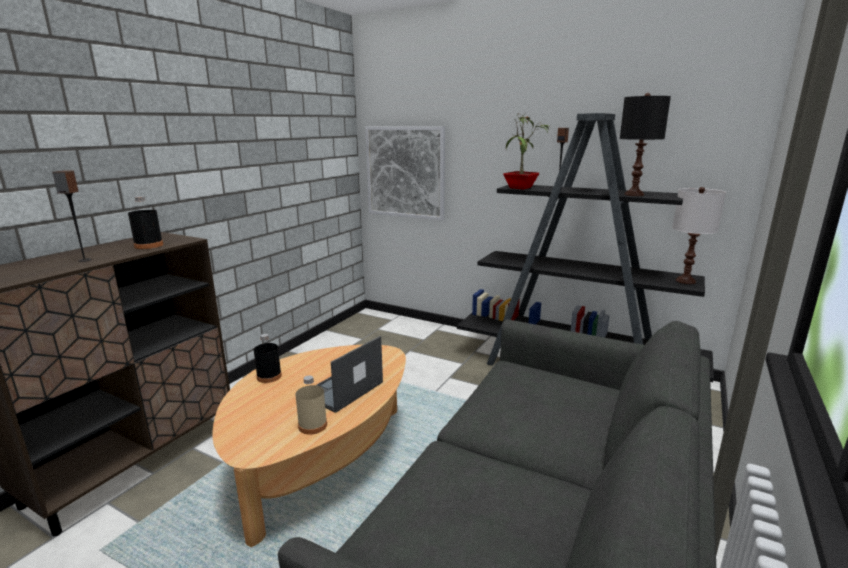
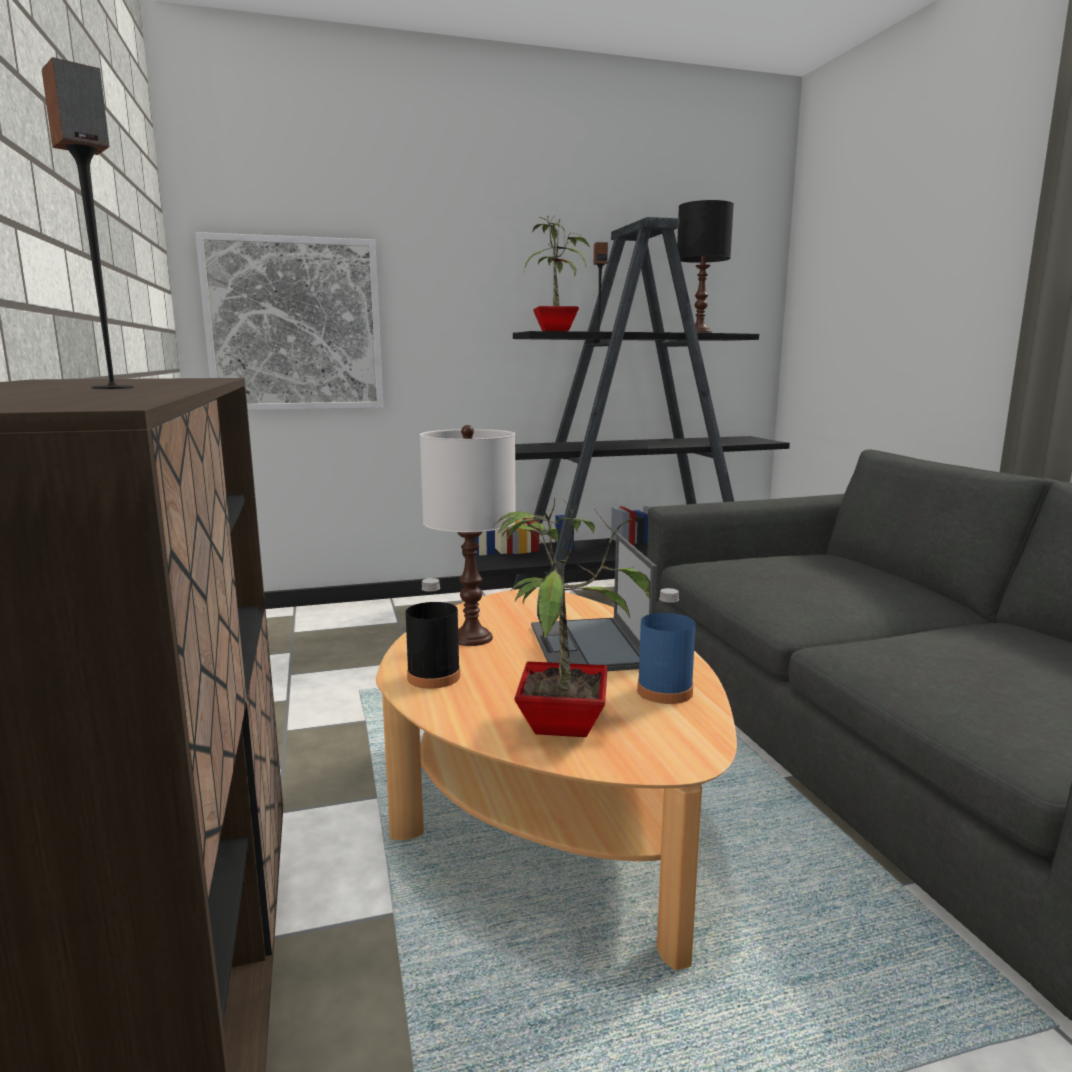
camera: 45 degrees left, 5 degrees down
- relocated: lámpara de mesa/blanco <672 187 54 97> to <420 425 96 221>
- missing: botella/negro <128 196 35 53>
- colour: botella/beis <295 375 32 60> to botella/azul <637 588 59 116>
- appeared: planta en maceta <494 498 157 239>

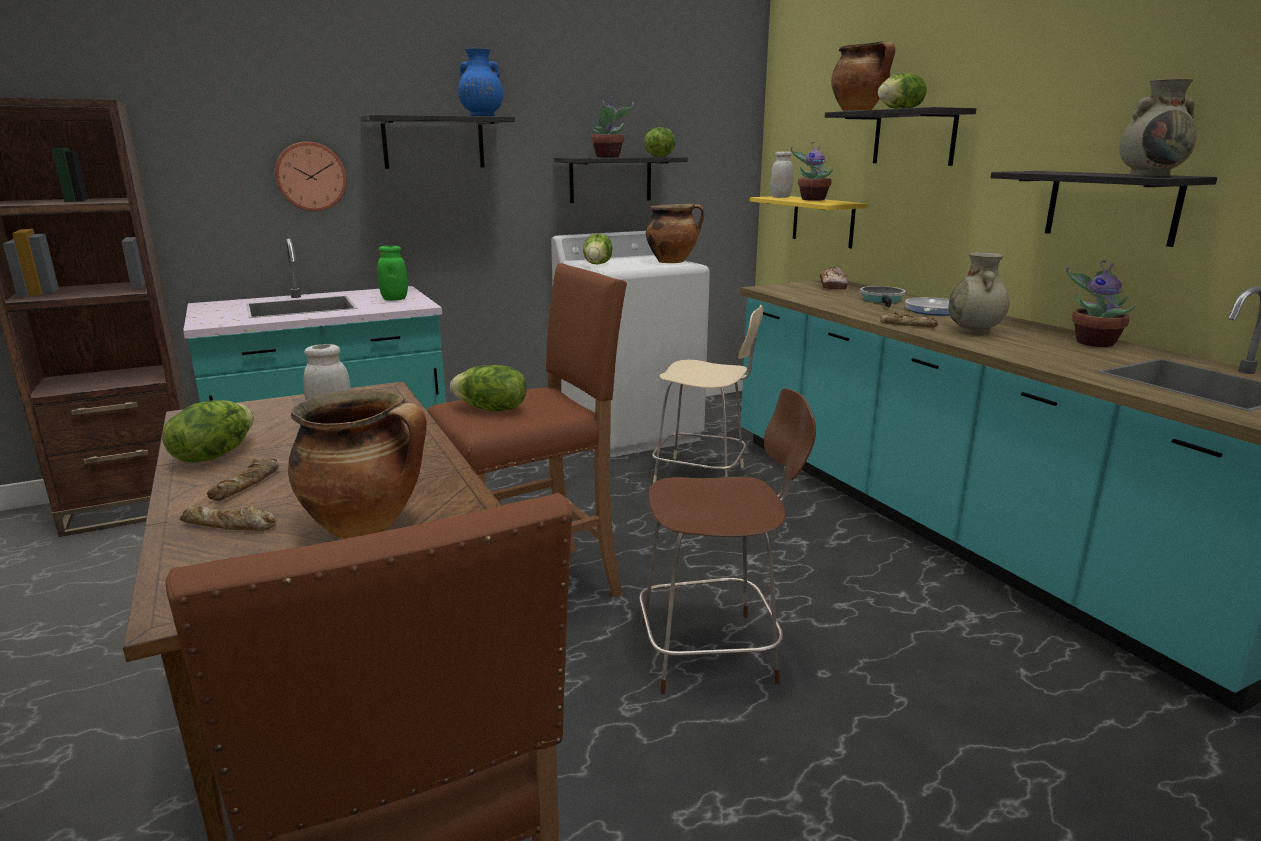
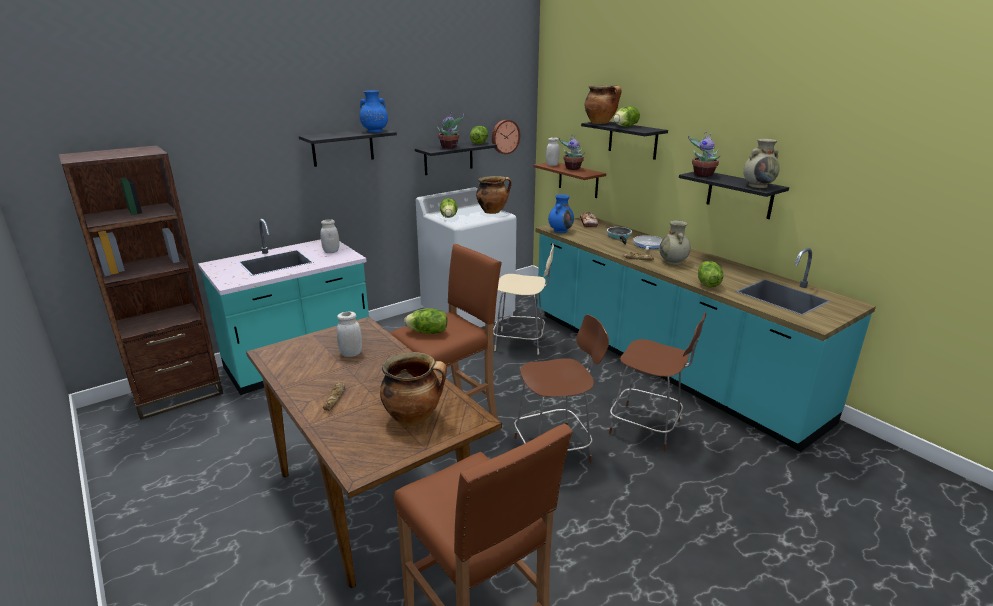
camera: 10 degrees left, 5 degrees up
- relocated: reloj de pared <275 142 72 69> to <492 120 28 34>
- colour: estante/amarillo <750 196 118 52> to estante/marrón <533 162 73 36>
- colour: tarro/verde <377 246 31 55> to tarro/blanco <320 219 20 34>
- relocated: planta en maceta <1066 260 69 87> to <688 132 33 45>
- relocated: lechuga <162 400 92 63> to <698 261 25 26>
- missing: pan <180 505 96 26>
- appeared: florero/azul <548 194 26 39>
- appeared: silla/marrón <609 312 97 139>

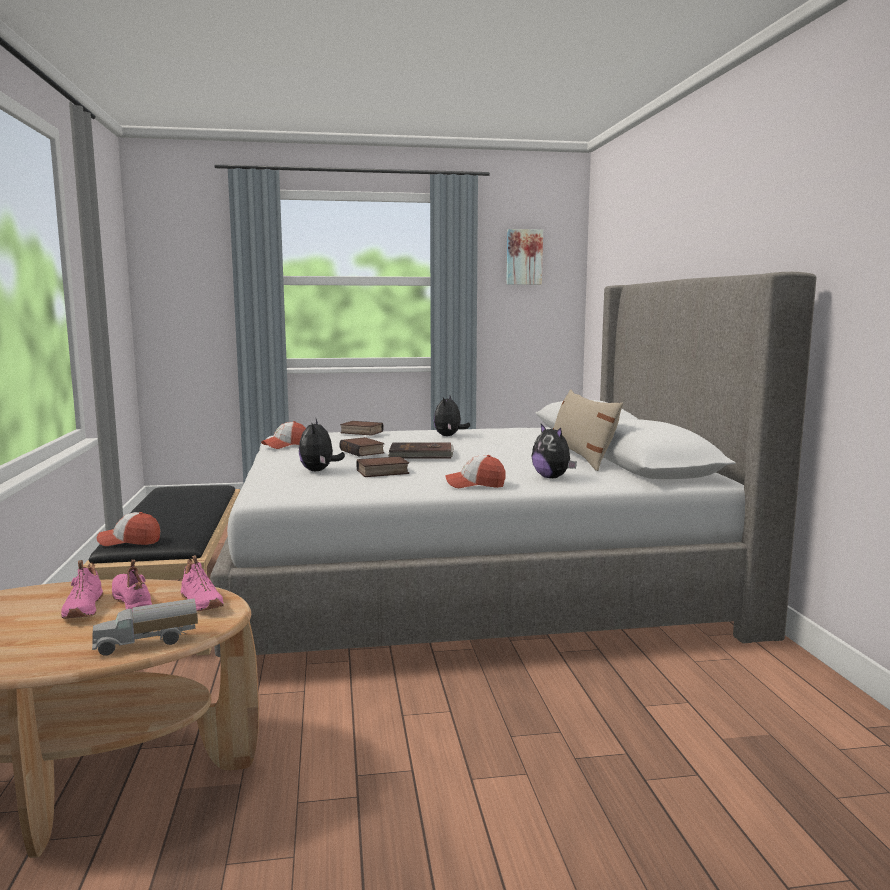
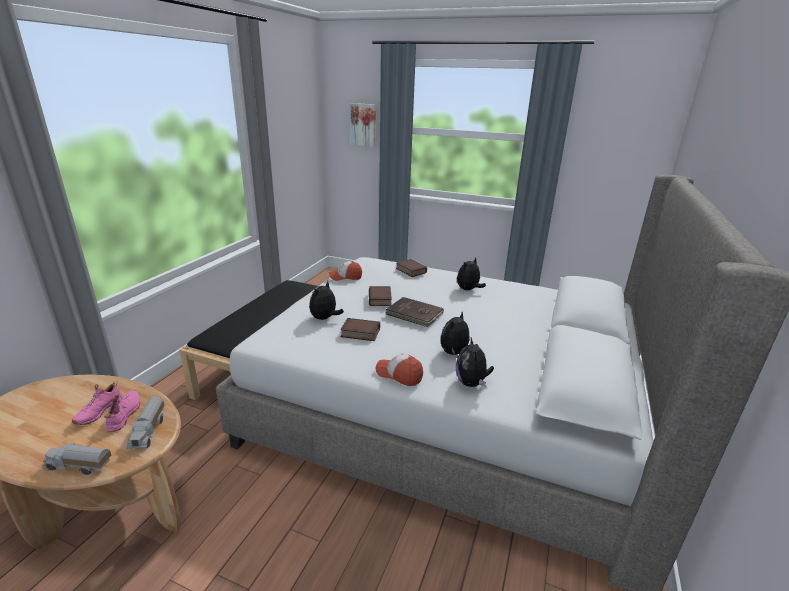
camera: 30 degrees right, 15 degrees up
- relocated: cuadro <506 229 37 56> to <350 103 26 44>
- missing: cojín/beis <553 389 70 82>
- missing: gorra <97 512 63 34>
- exchanged: zapato/rosa <181 555 43 57> to camión de juguete <126 396 38 53>
- appeared: peluche <441 312 37 43>

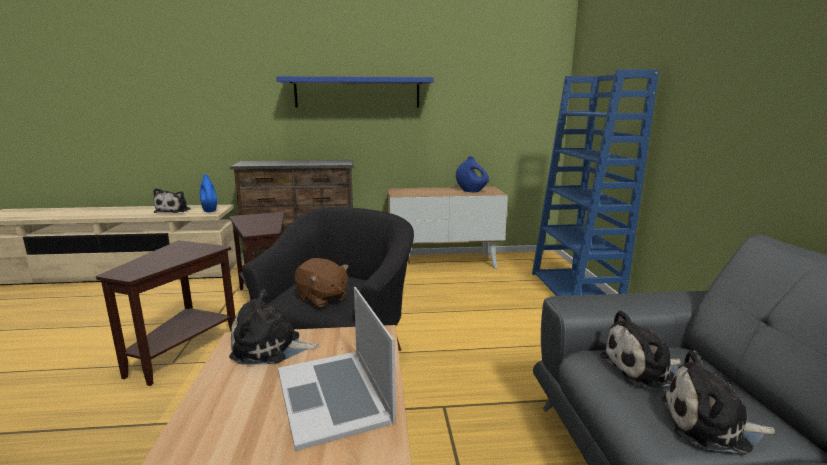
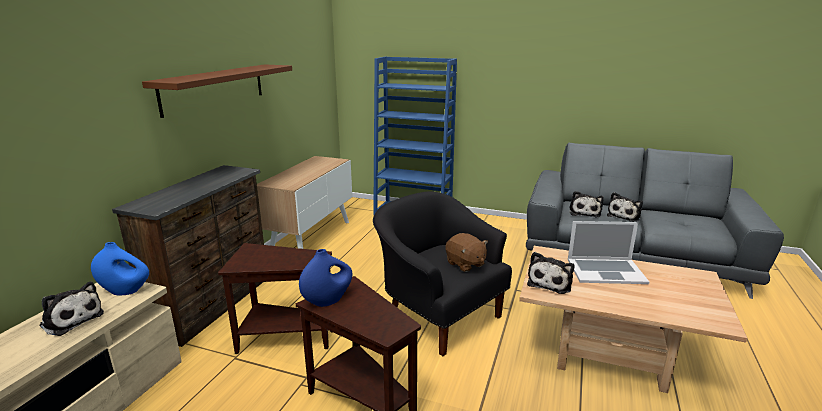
camera: 65 degrees left, 5 degrees up
- colour: estante/azul <276 76 158 32> to estante/marrón <142 64 150 54>
- relocated: florero/azul <456 156 33 36> to <299 249 53 58>
- spun: peluche/marrón <294 258 55 49> = <445 233 43 39> 75 degrees clockwise

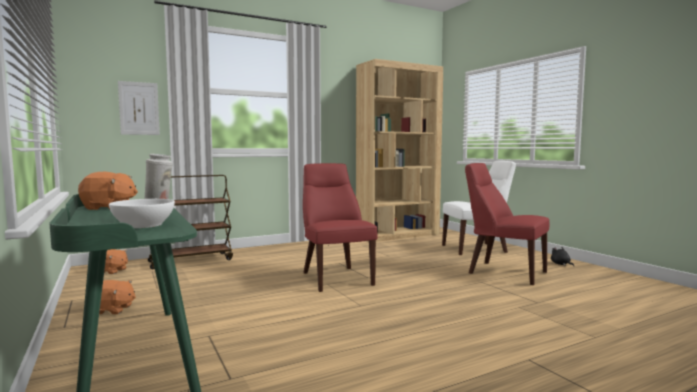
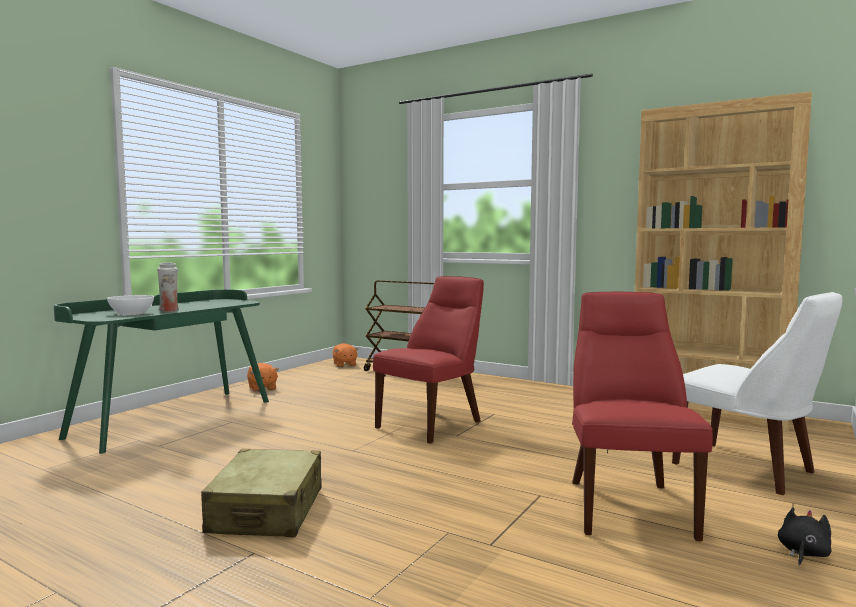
camera: 60 degrees right, 0 degrees up
- missing: cuadro <118 81 42 54>
- missing: peluche/naranja <78 172 60 38>
- appeared: maleta/beis <201 449 121 88>

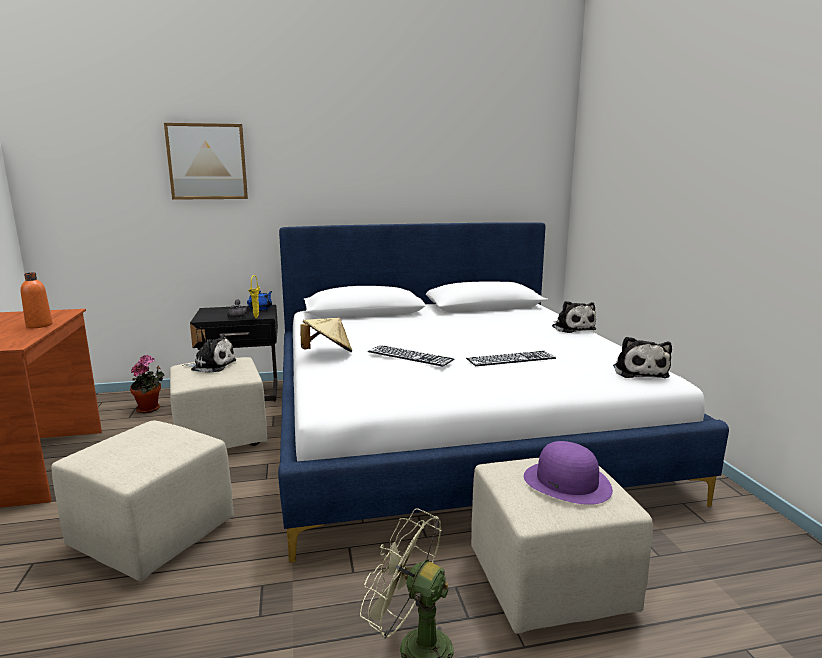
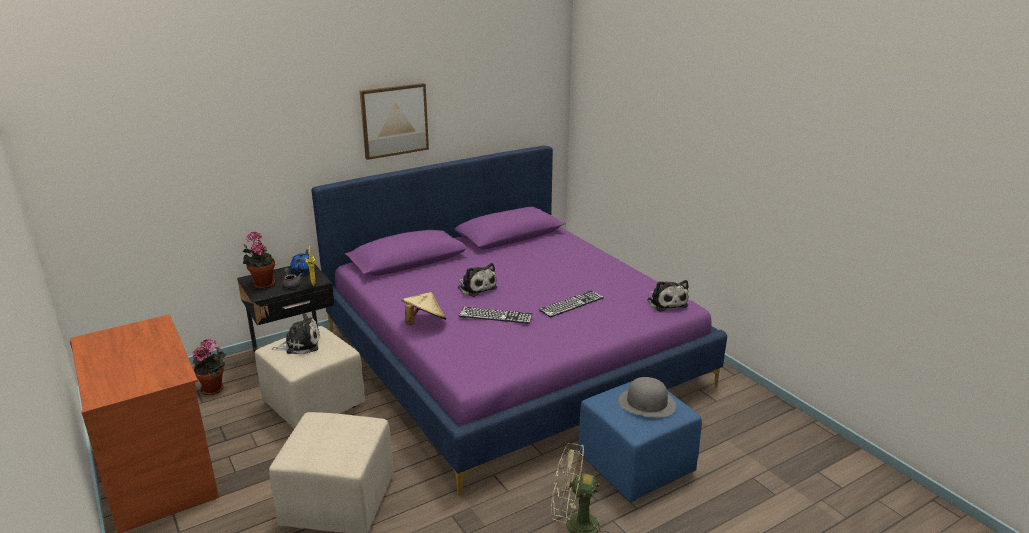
camera: 20 degrees left, 10 degrees up
- relocated: cuadro <164 123 84 77> to <360 83 69 77>
- colour: cama/blanco <278 222 451 341> to cama/morado <311 146 416 350>
- missing: botella/naranja <21 272 32 56>
- relocated: peluche <552 301 44 32> to <458 263 39 34>
- colour: sombrero/morado <524 441 89 64> to sombrero/gris <618 377 58 41>
- colour: puf/beis <471 458 182 176> to puf/azul <578 381 124 121>
- appeared: planta en maceta <243 232 32 57>

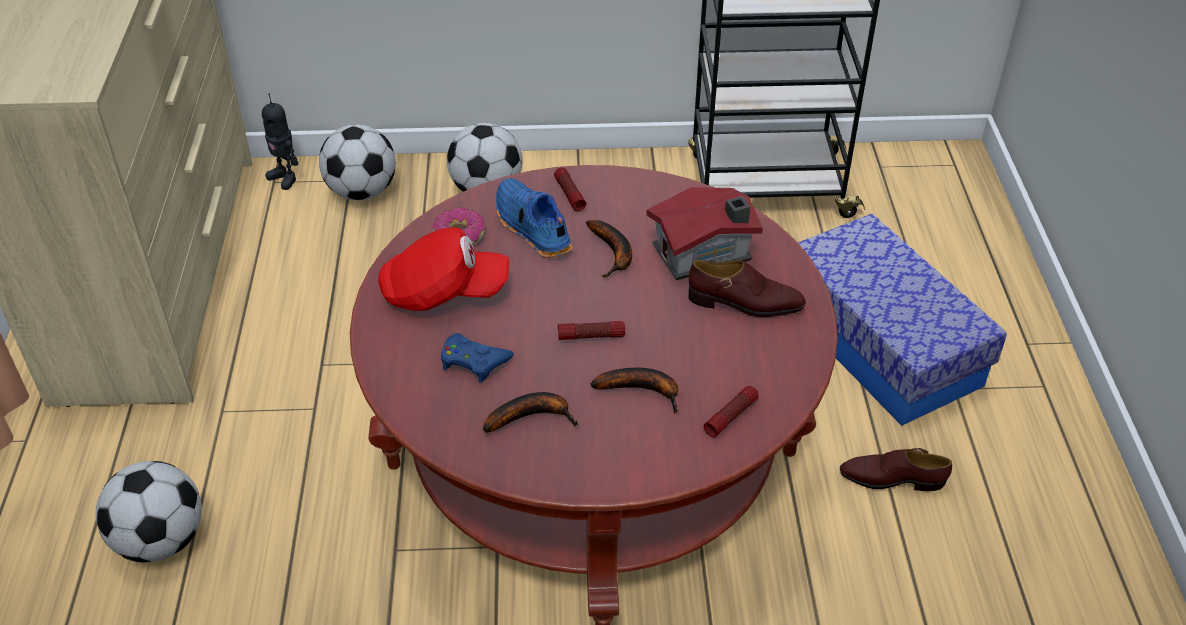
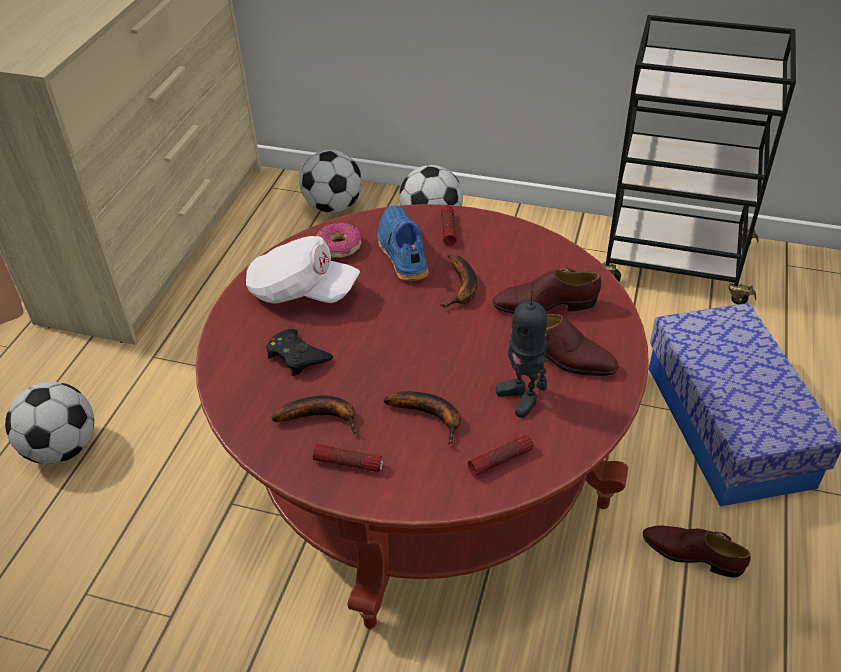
camera: 20 degrees right, 0 degrees up
- relocated: robot de juguete <262 93 36 97> to <496 290 51 128>
- exchanged: casita <646 187 117 93> to zapato/marrón <492 268 109 46>
- colour: gorra/rojo <378 227 131 84> to gorra/blanco <246 236 114 68>
- relocated: linterna <558 321 67 19> to <313 444 70 28>
- colour: mando de consola/azul <441 333 73 50> to mando de consola/negro <266 329 67 47>

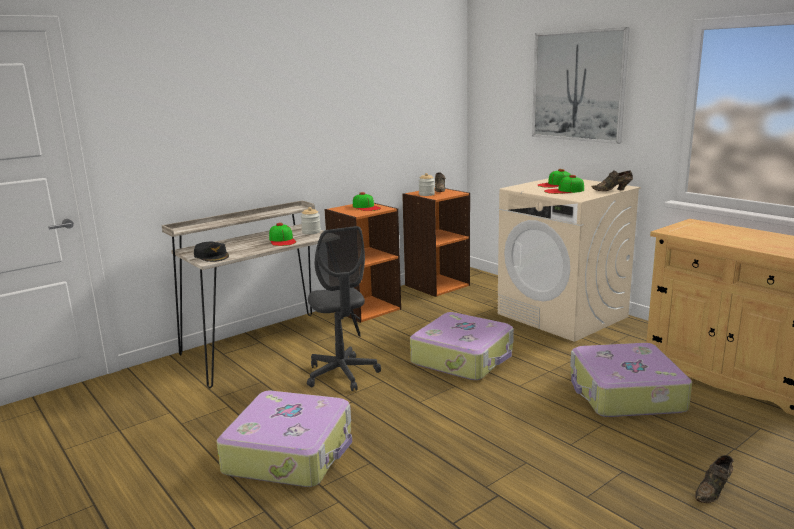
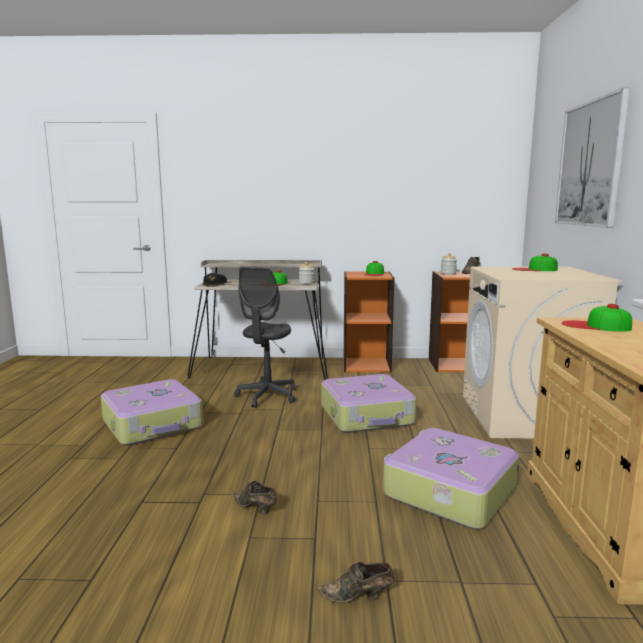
camera: 40 degrees right, 5 degrees down
- relocated: zapato/marrón <591 170 42 21> to <232 481 44 33>
- relocated: gorra <544 175 40 19> to <562 304 70 28>

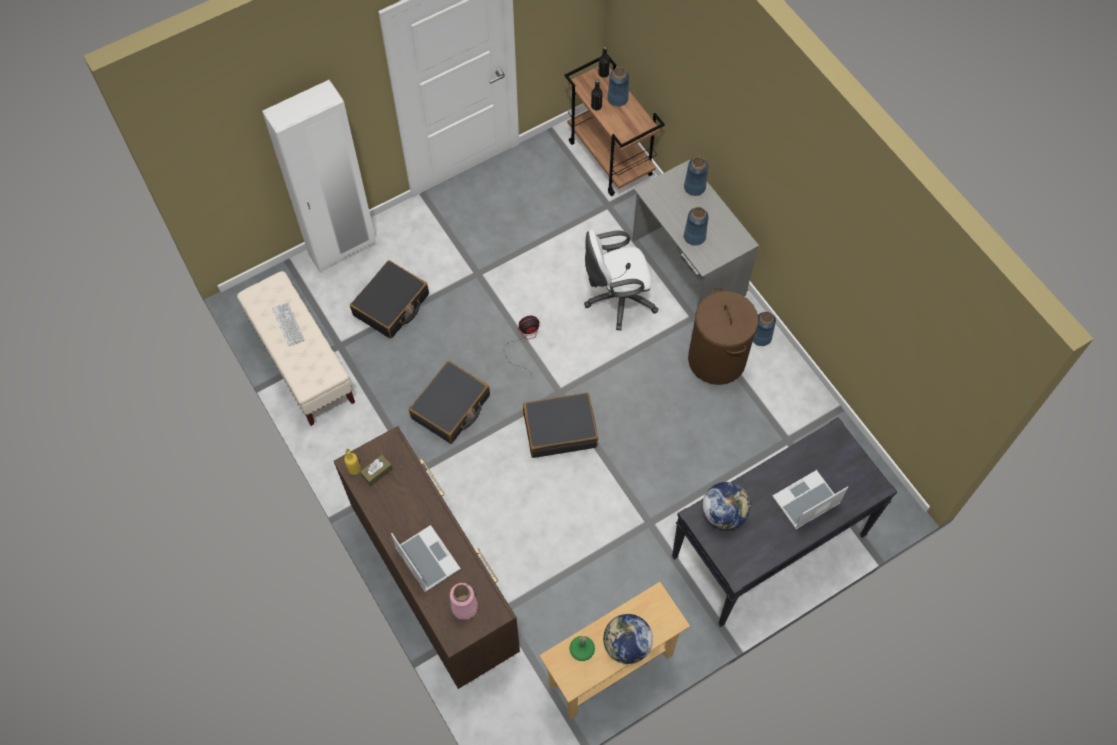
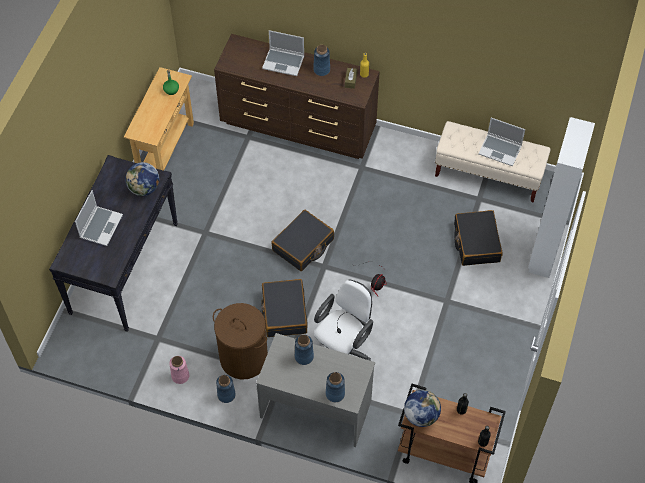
camera: 140 degrees right, 5 degrees down
- relocated: florero/azul <607 67 22 40> to <313 45 17 31>
- exchanged: teclado <272 302 33 44> to portátil <478 118 47 48>
- relocated: maleta/negro <409 361 81 83> to <261 279 47 58>
- relocated: florero/rosa <450 583 28 37> to <169 356 20 28>
- relocated: globo terráqueo <603 614 50 50> to <404 390 37 37>

